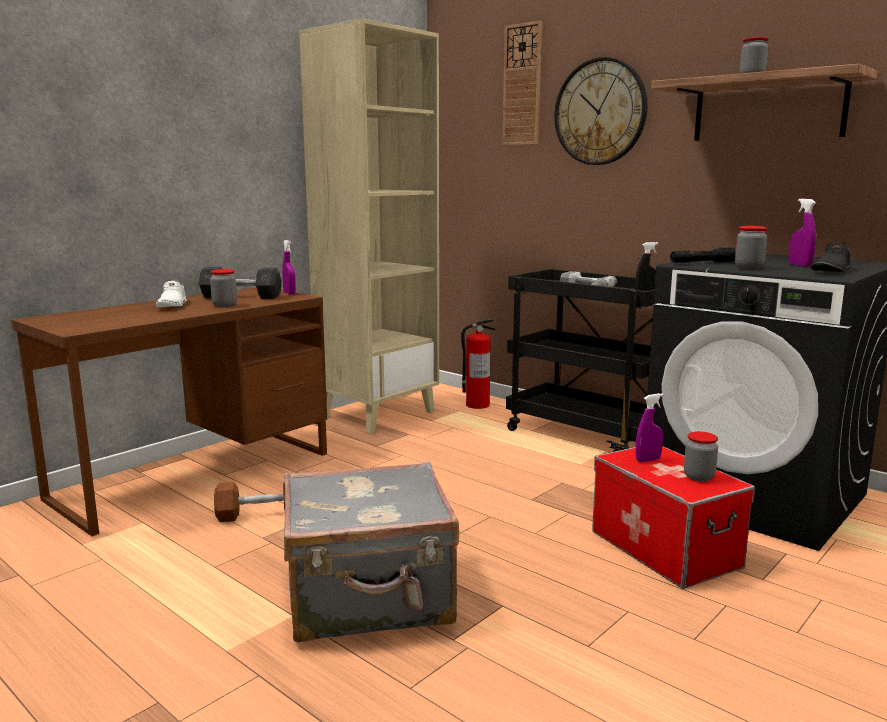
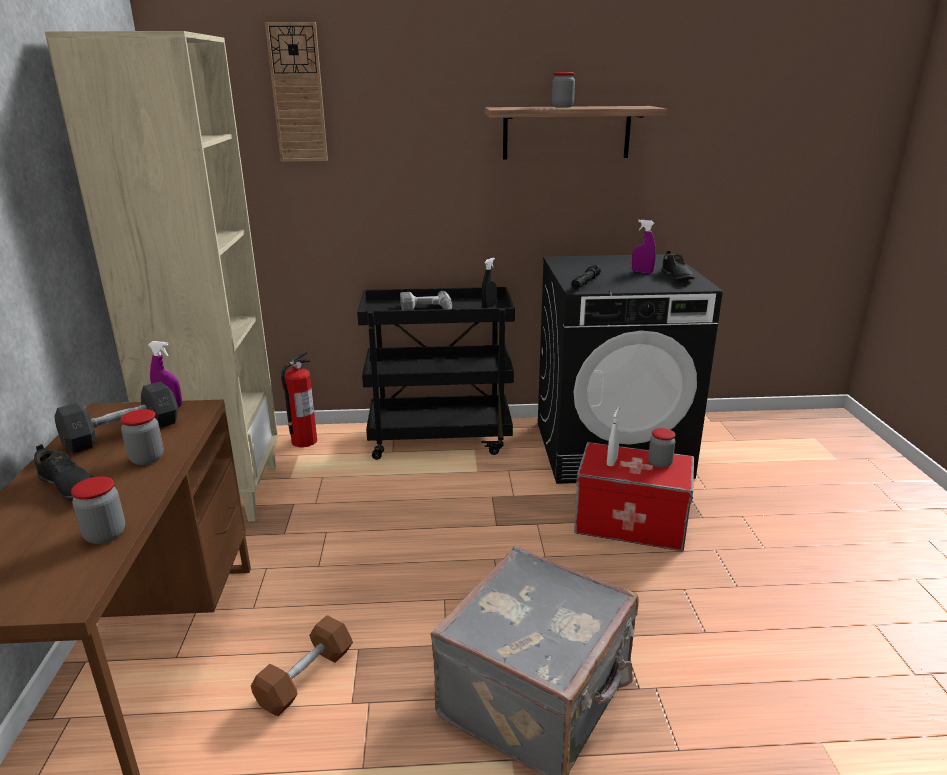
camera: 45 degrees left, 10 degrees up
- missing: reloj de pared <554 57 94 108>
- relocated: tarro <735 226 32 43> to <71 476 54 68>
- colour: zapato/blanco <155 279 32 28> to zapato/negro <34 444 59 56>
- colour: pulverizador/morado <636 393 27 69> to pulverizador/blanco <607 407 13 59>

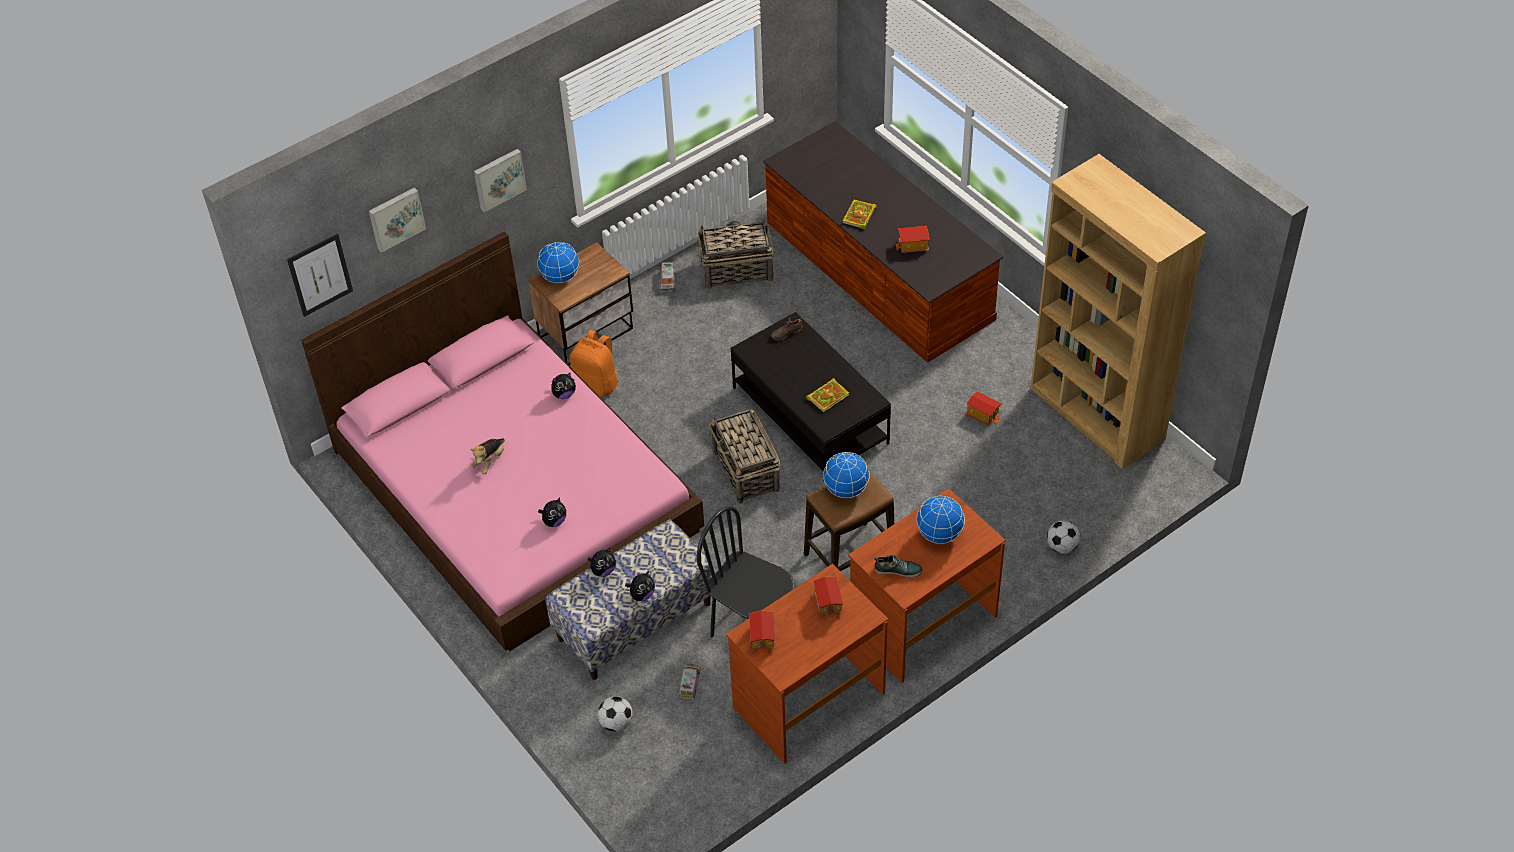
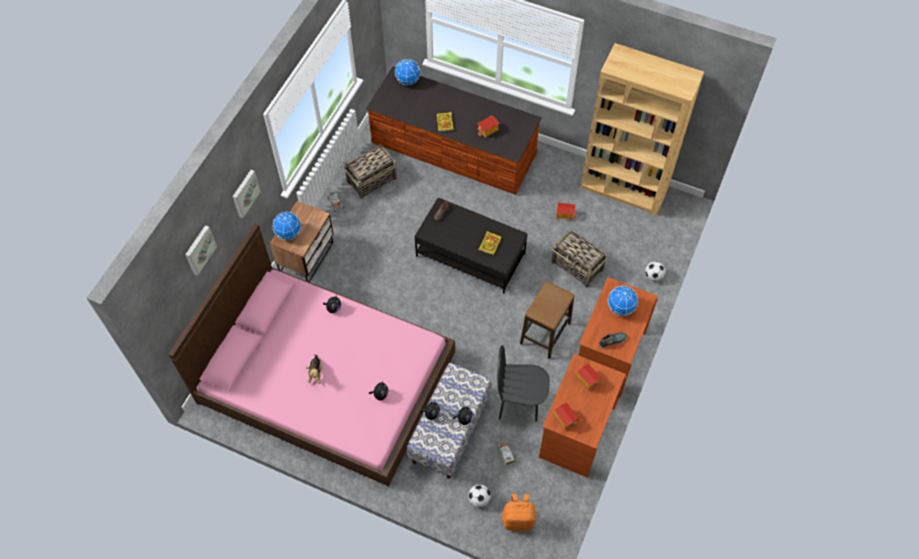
camera: 30 degrees left, 10 degrees up
- missing: cuadro <287 233 66 84>
- relocated: mochila/naranja <570 330 49 67> to <502 494 34 37>
- relocated: cesta <709 409 71 95> to <551 230 57 57>
- relocated: globo terráqueo <823 452 47 46> to <395 59 26 26>

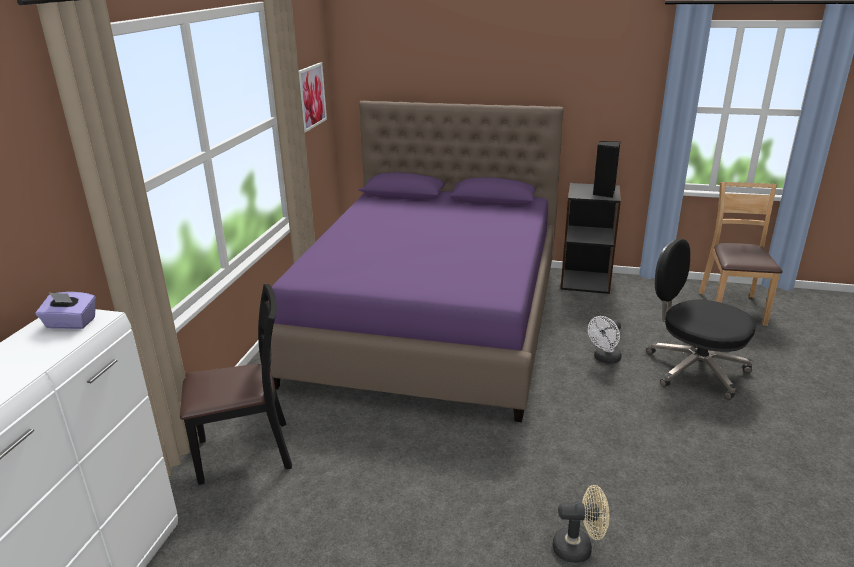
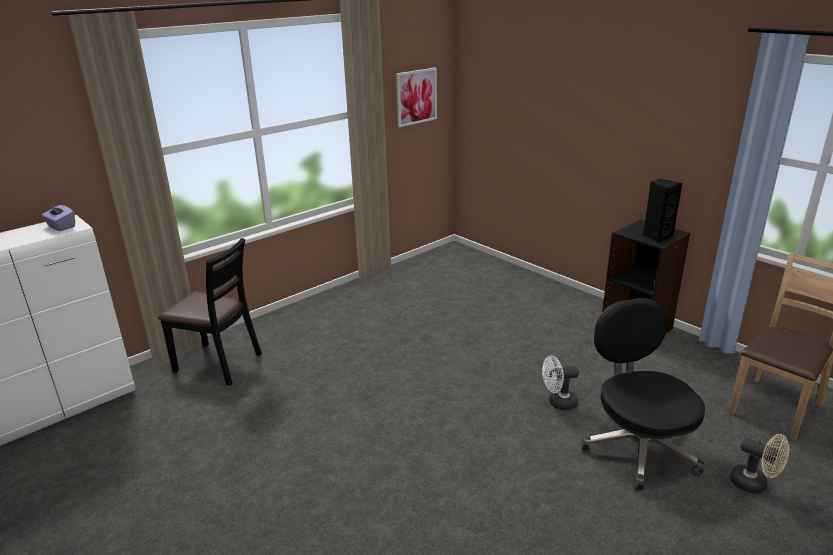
camera: 35 degrees right, 0 degrees up
- missing: cama/morado <270 101 294 321>
- relocated: ventilador/beis <553 485 56 78> to <730 434 59 60>

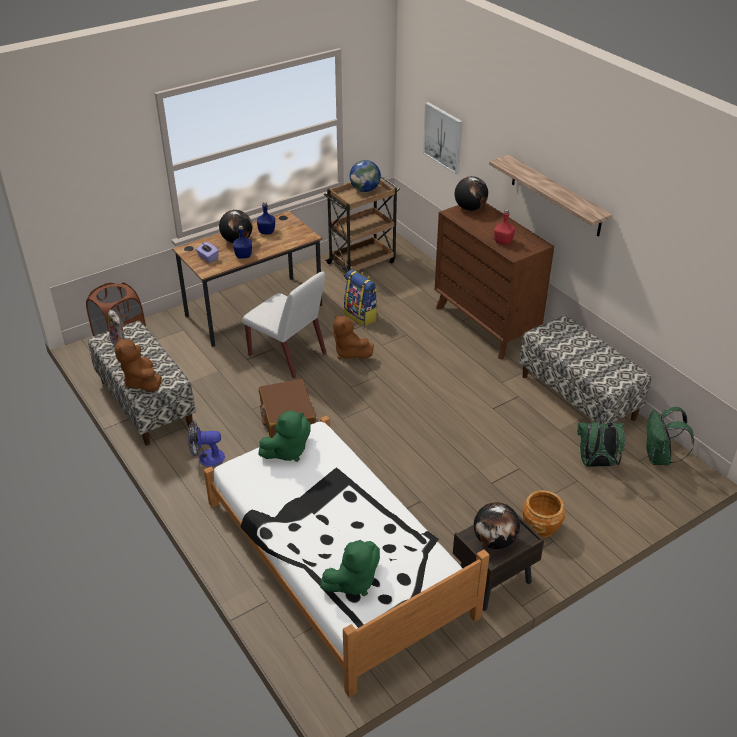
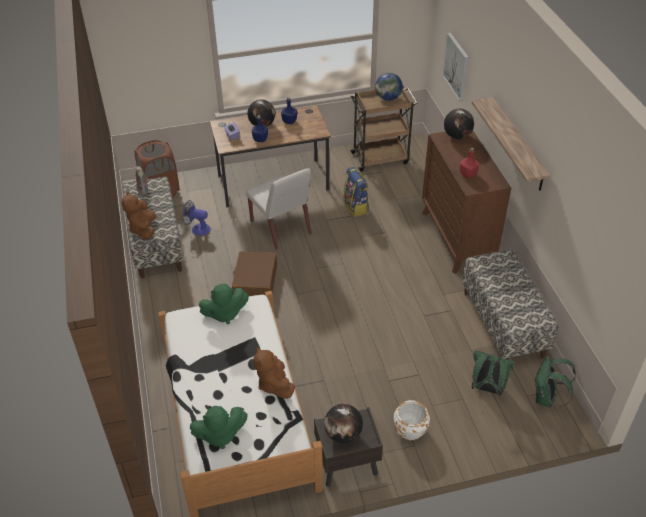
camera: 20 degrees right, 5 degrees up
- relocated: peluche/marrón <333 314 41 45> to <253 346 42 53>
- relocated: ventilador <188 421 37 46> to <182 200 29 36>
- colour: maceta/marrón <522 490 44 48> to maceta/blanco <394 400 36 41>

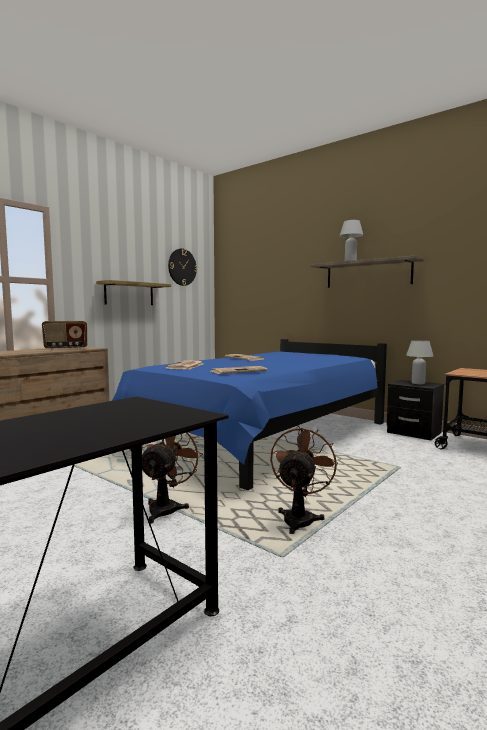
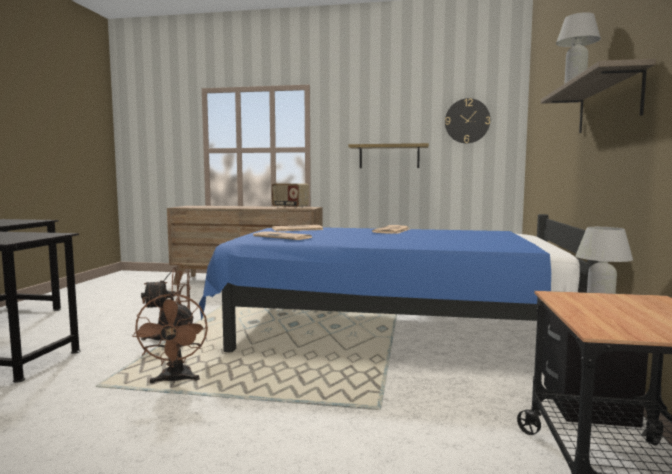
camera: 60 degrees right, 0 degrees up
- spun: ventilador/marrón <270 426 68 108> = <132 293 76 90> 90 degrees clockwise

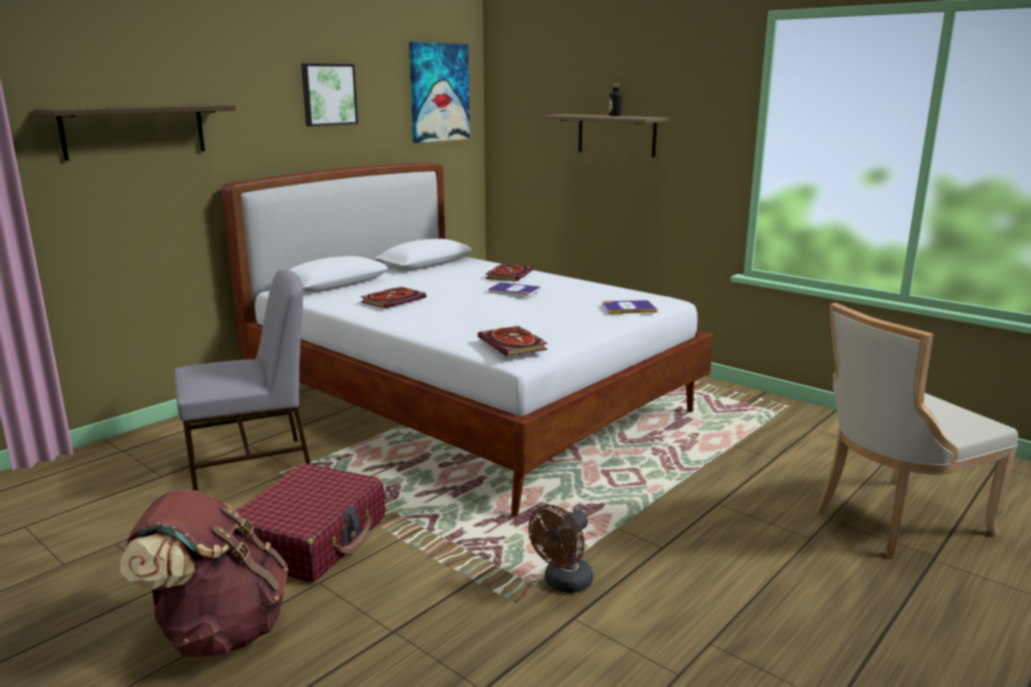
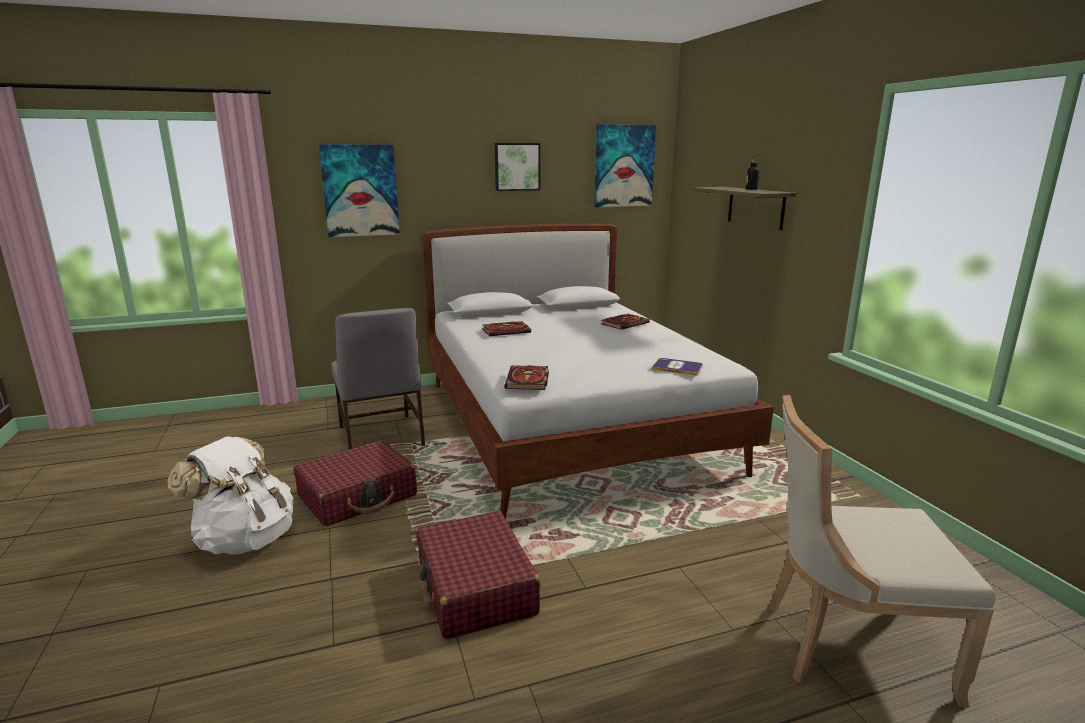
camera: 30 degrees right, 0 degrees up
- exchanged: estante <34 104 201 57> to cuadro <318 144 82 93>
- spun: silla/gris <174 269 136 222> = <331 308 94 142> 60 degrees clockwise
- missing: libro <488 282 53 15>
- colour: mochila/marrón <120 489 168 167> to mochila/blanco <167 436 126 119>
- exchanged: ventilador/marrón <528 505 65 88> to maleta/rojo <416 511 125 129>

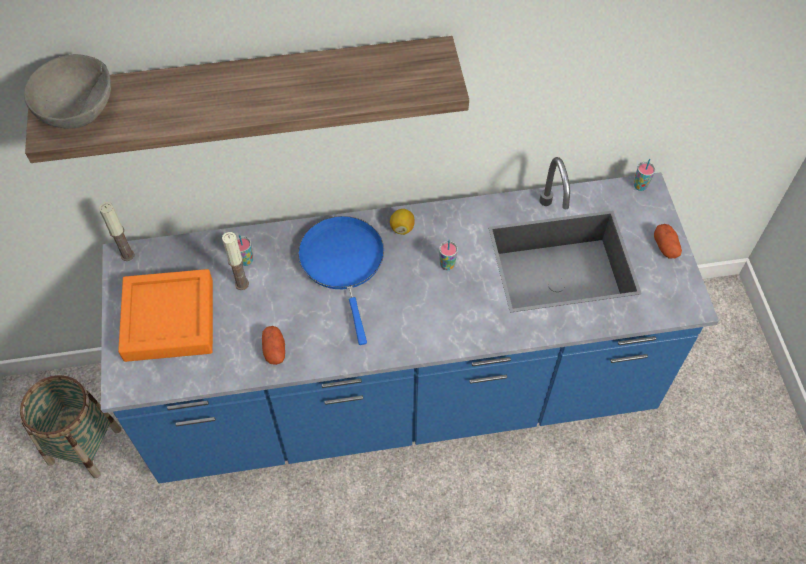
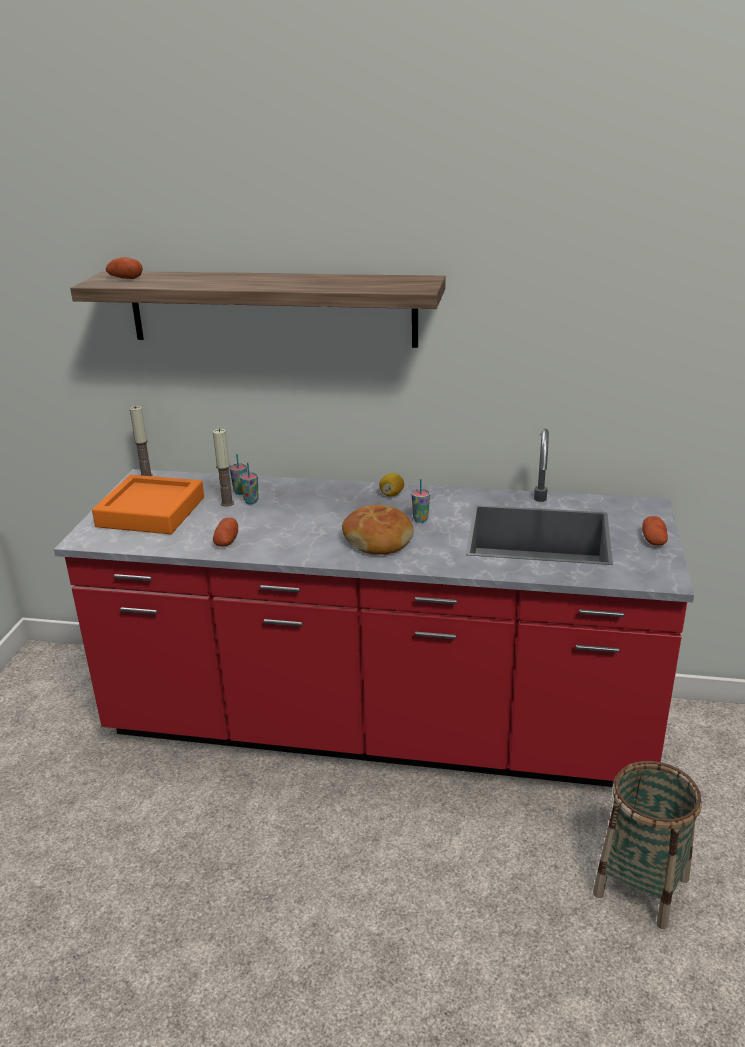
camera: 20 degrees right, 30 degrees down
- exchanged: cuenco/gris <24 54 87 75> to patata <106 257 37 22>
- colour: mueble bajo de cocina/azul <101 157 618 326> to mueble bajo de cocina/rojo <54 429 640 358>
- relocated: taza <634 159 21 32> to <240 462 19 42>
- missing: sartén/azul <298 216 86 129>
- relocated: cesta <20 375 101 103> to <593 761 109 168>
- appeared: pan <342 505 71 50>

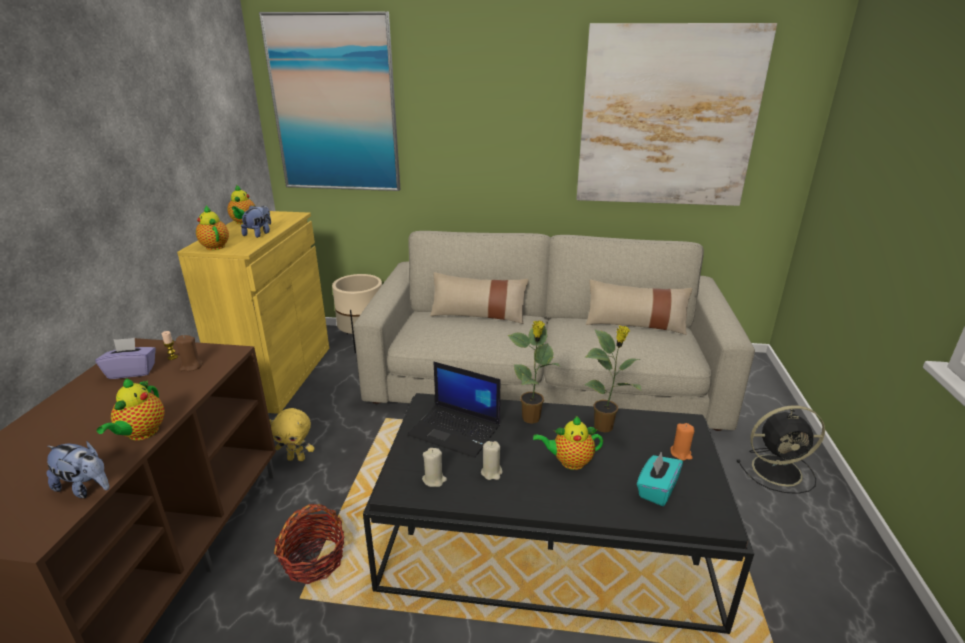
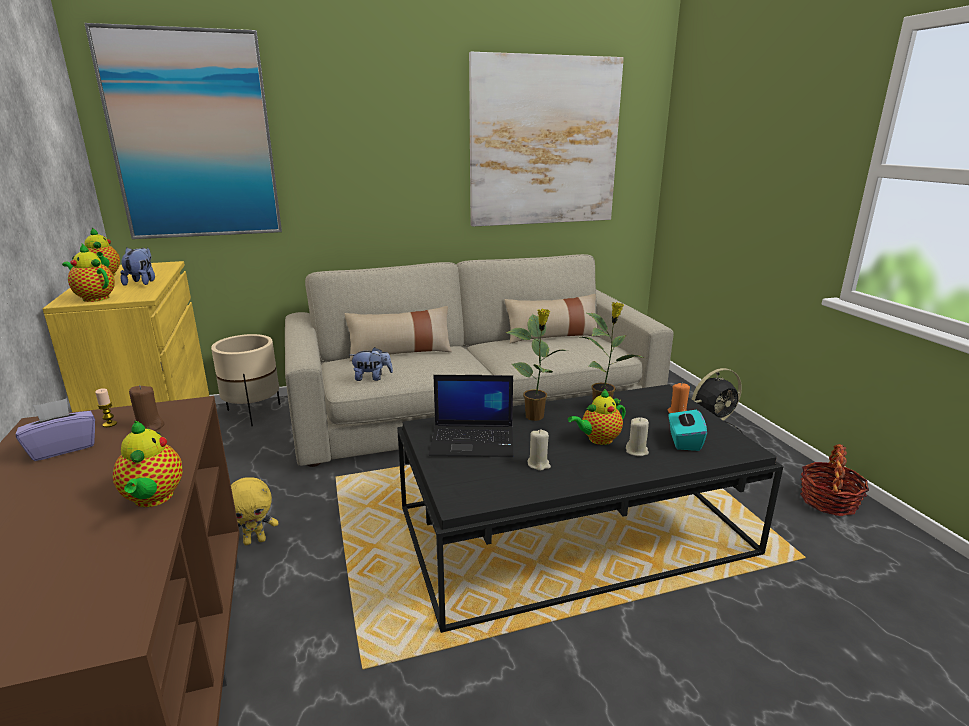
camera: 25 degrees left, 5 degrees down
- relocated: peluche <46 441 63 57> to <351 347 42 34>
- relocated: vela/beis <422 448 25 39> to <626 417 23 39>
- relocated: cesta <274 504 71 80> to <800 444 69 72>

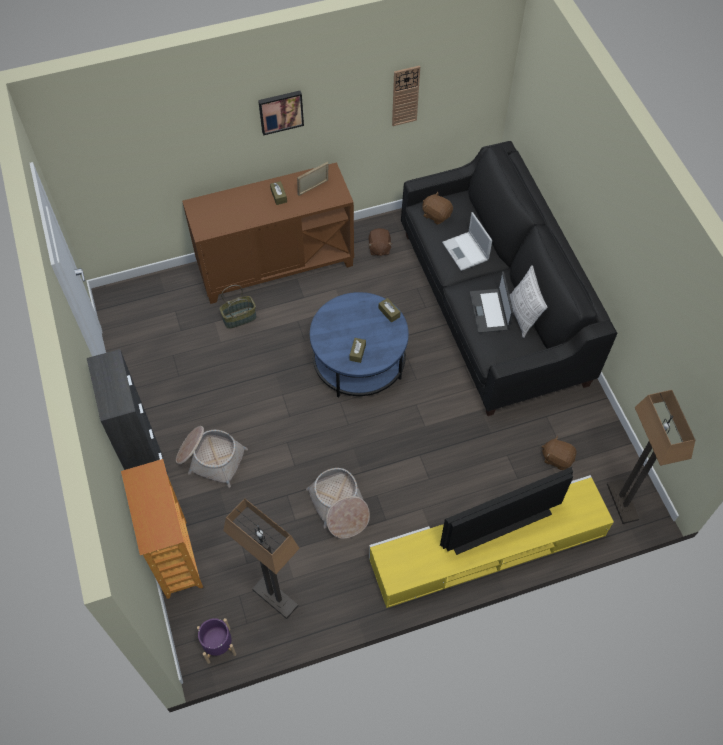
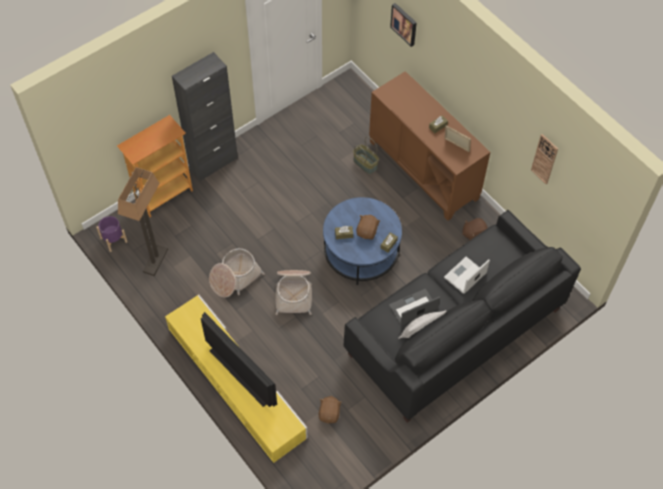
camera: 70 degrees right, 0 degrees up
- relocated: cuadro <258 91 46 44> to <390 3 27 44>
- relocated: peluche/marrón <422 192 31 33> to <356 215 24 25>
- missing: lámpara de pie <607 390 88 134>
- relocated: cesta <176 426 72 62> to <275 270 37 45>

